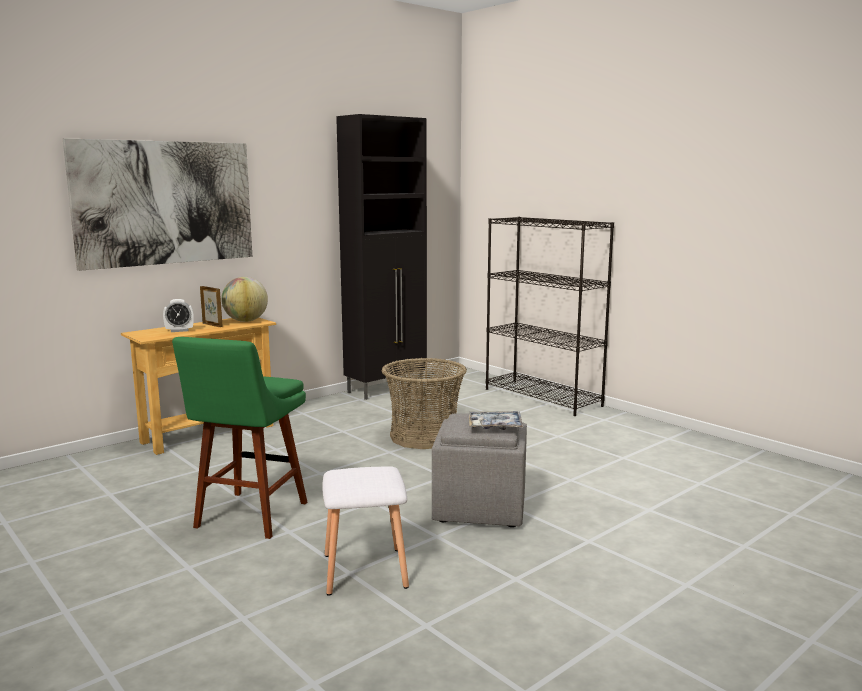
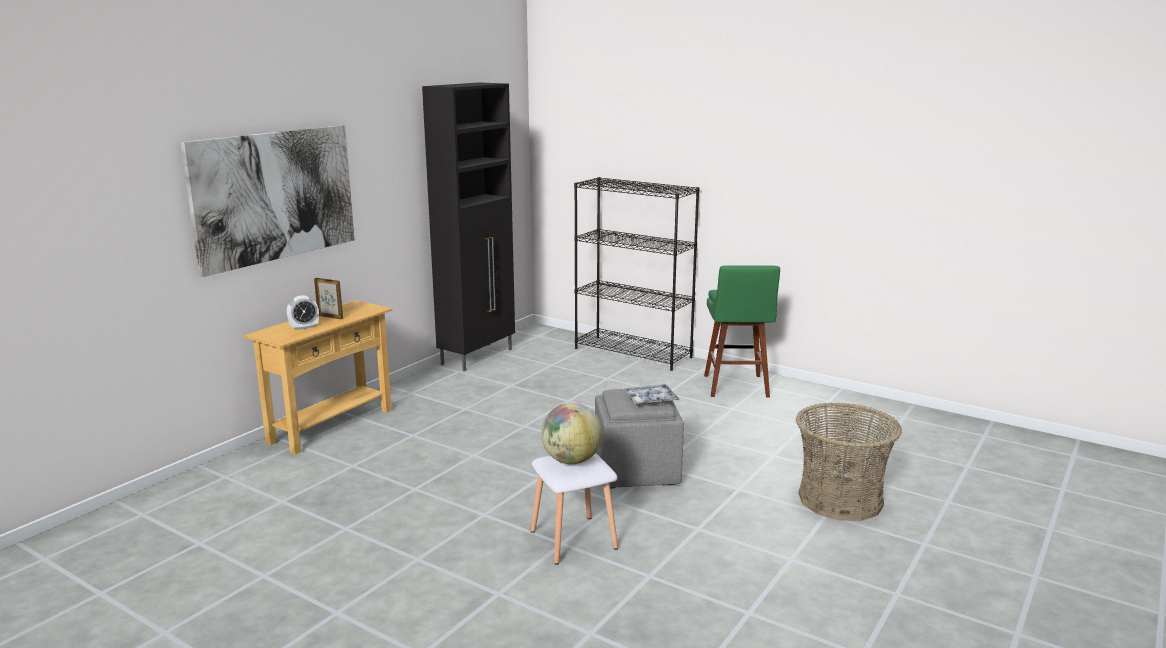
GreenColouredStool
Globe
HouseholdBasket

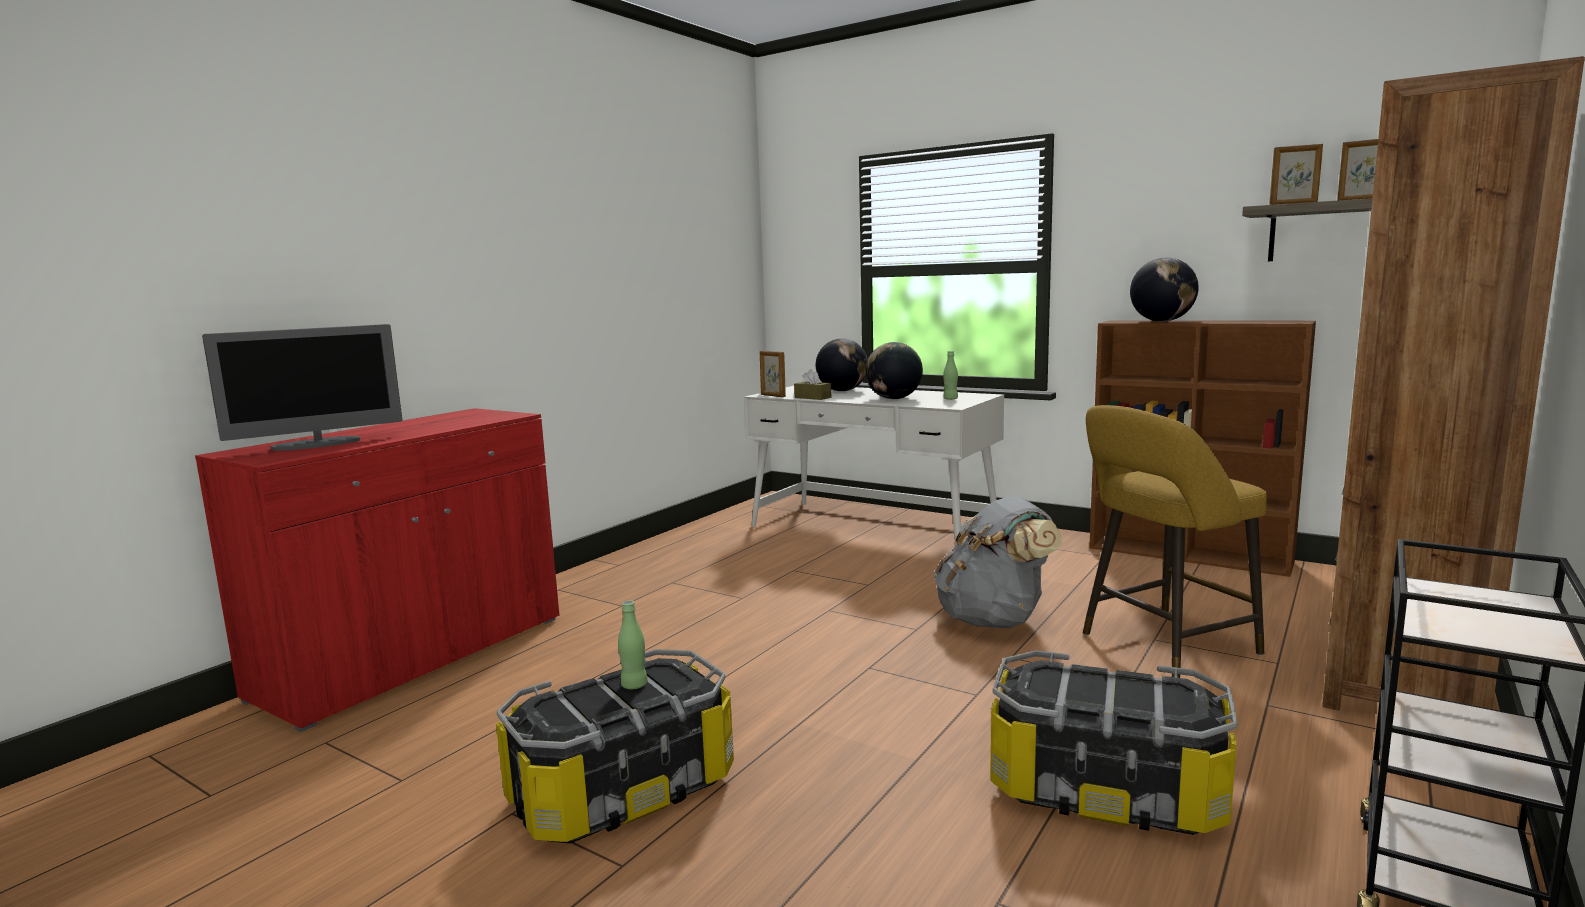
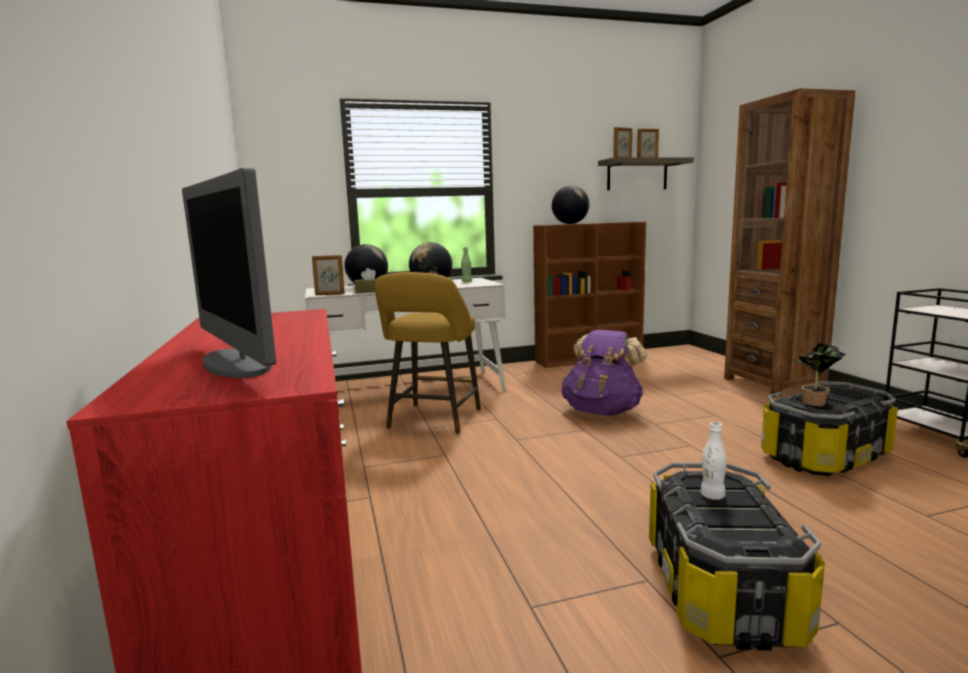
Monitor
WhiteBottle
PurpleColouredBackpack
YellowStool
PottedPlant

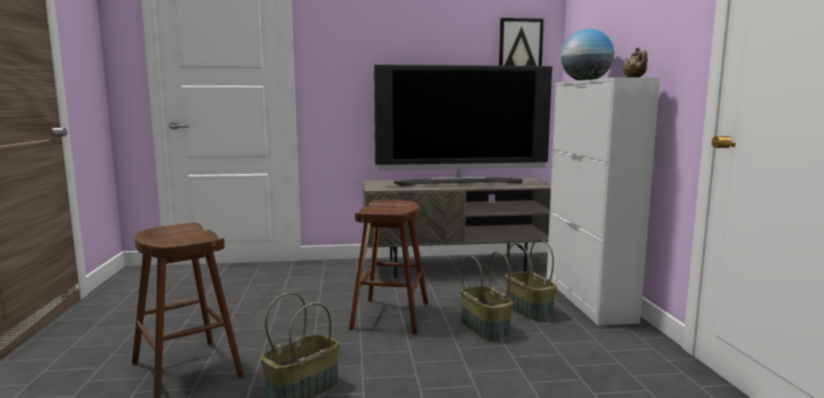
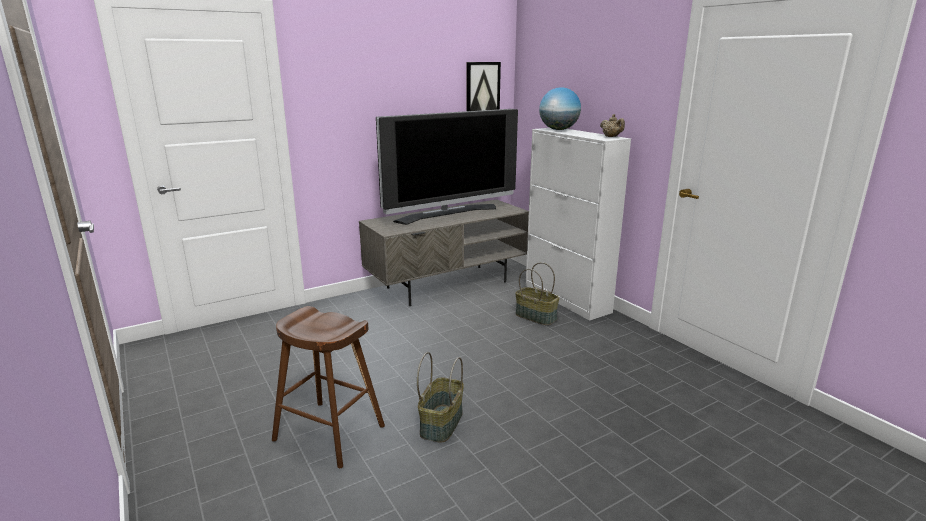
BrownColouredStool (no. 2 from left in the first image)
HouseholdBasket (no. 2 from left in the first image)

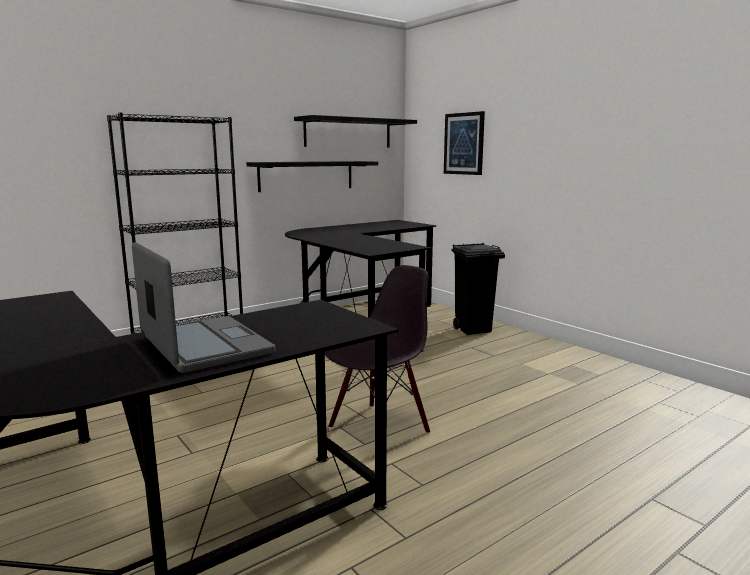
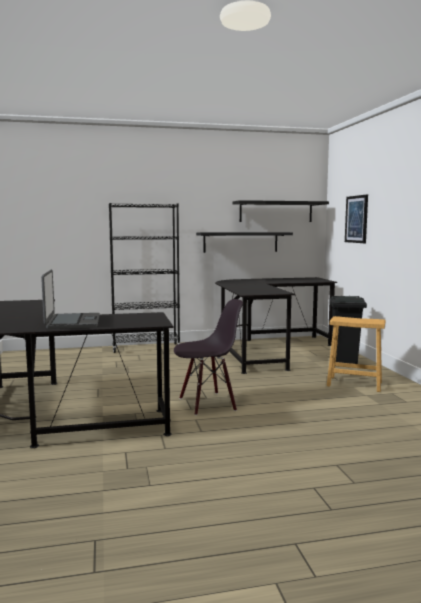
BrownColouredStool

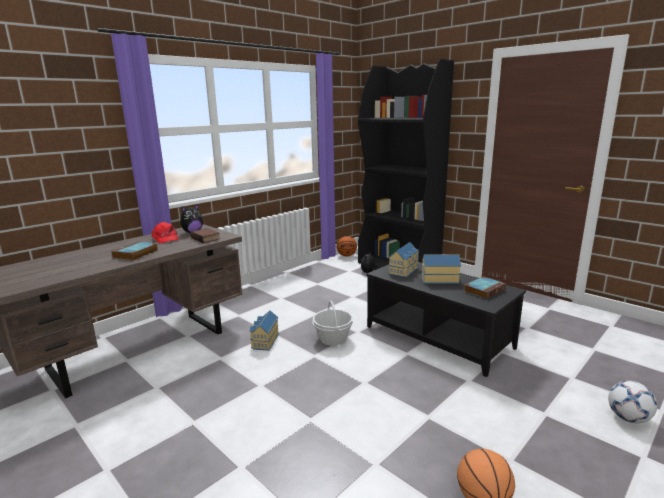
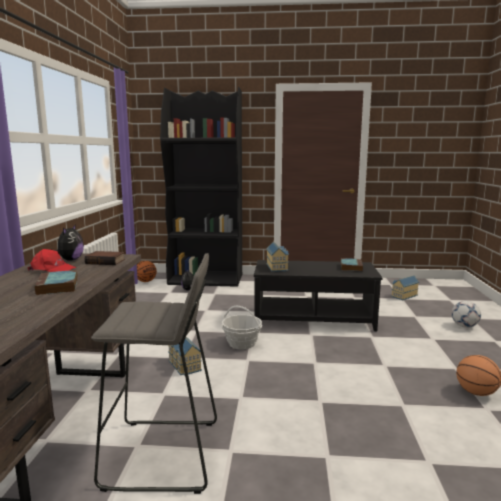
ModelHouse (no. 3 from left)
GreyishStool

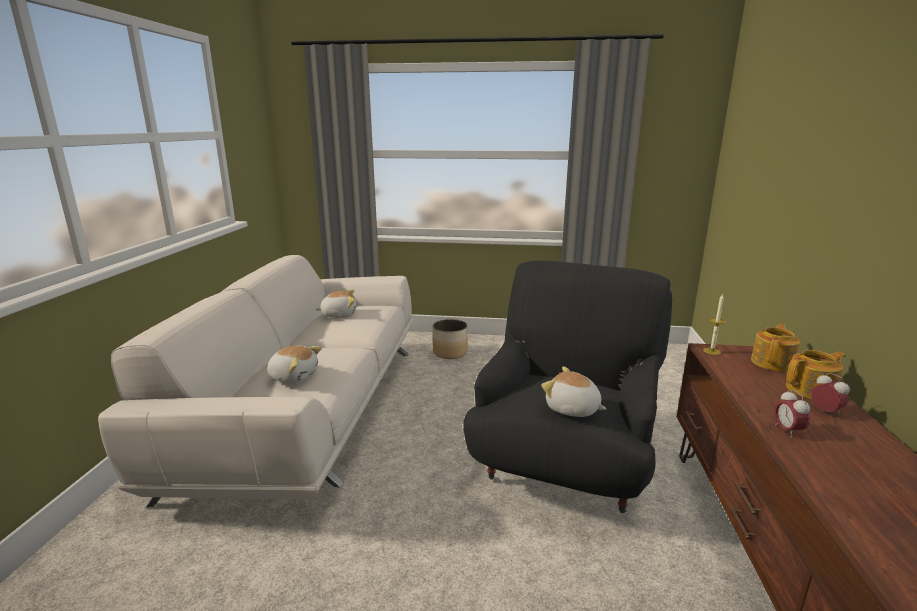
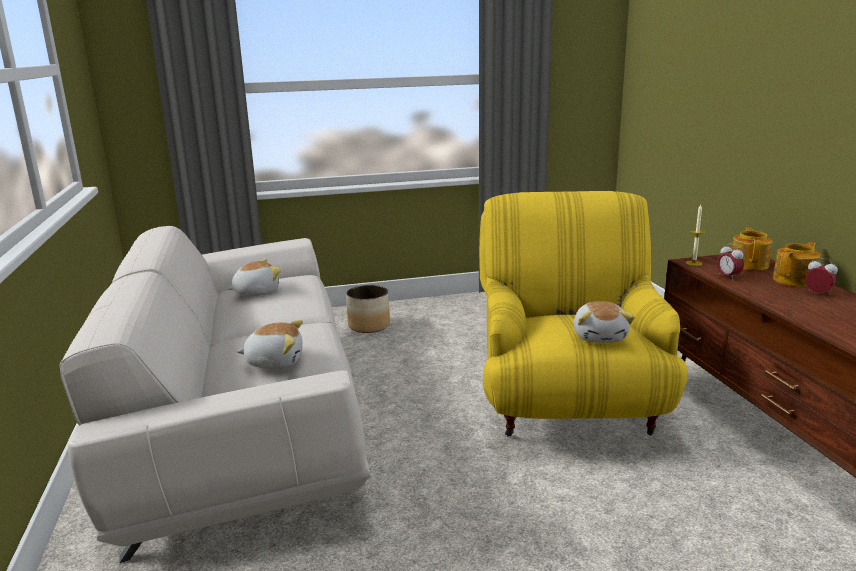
YellowArmchair
CuddlyToy (no. 3 from left)
TableClock (no. 1 from left)

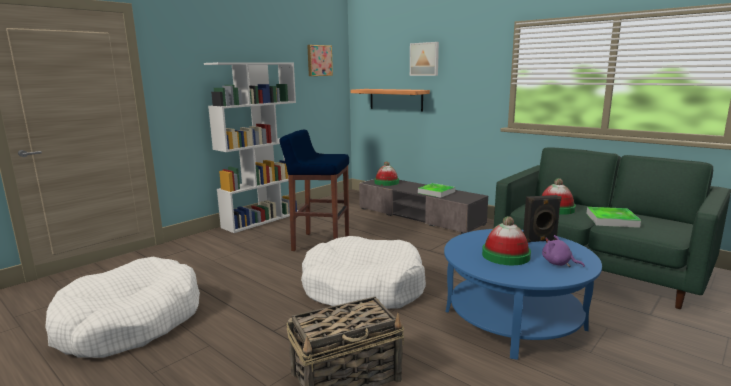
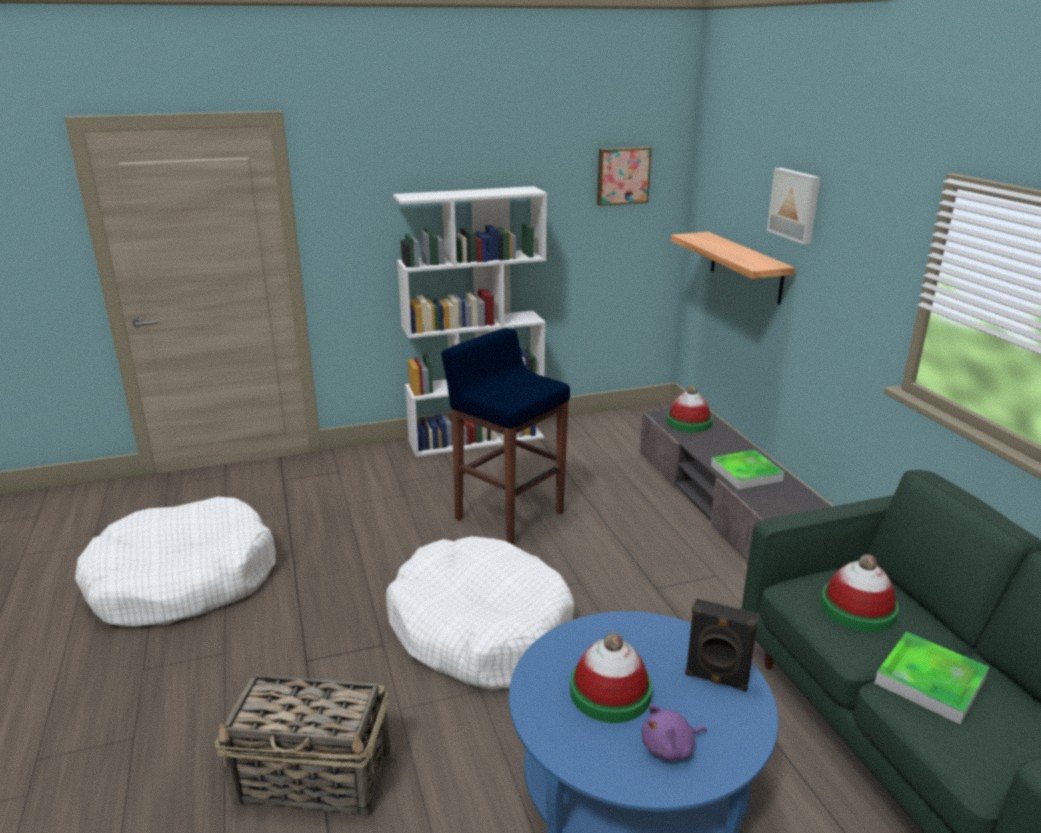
PurpleColouredCuddlyToy

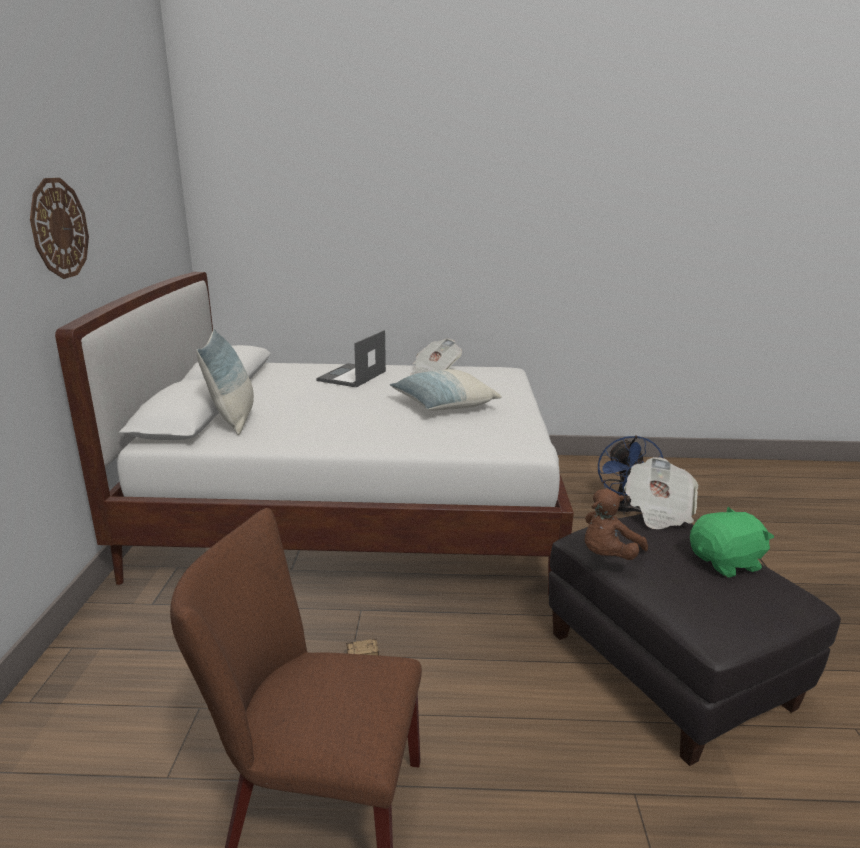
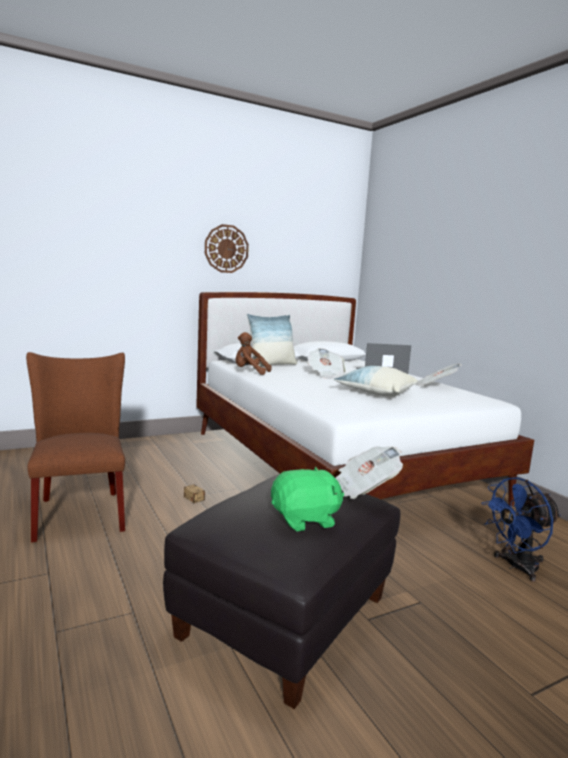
BrownColouredCuddlyToy
GreenColouredCuddlyToy
Newspaper (no. 1 from left)

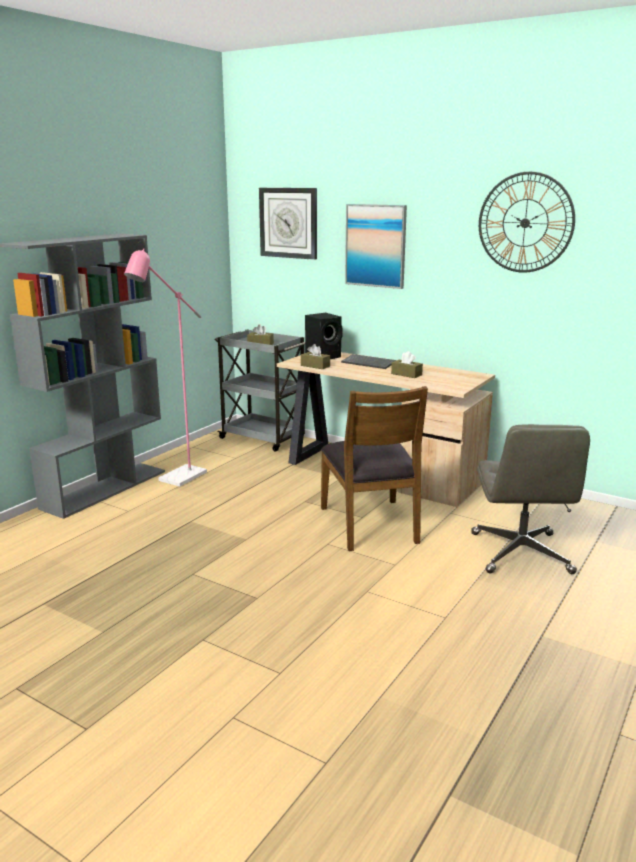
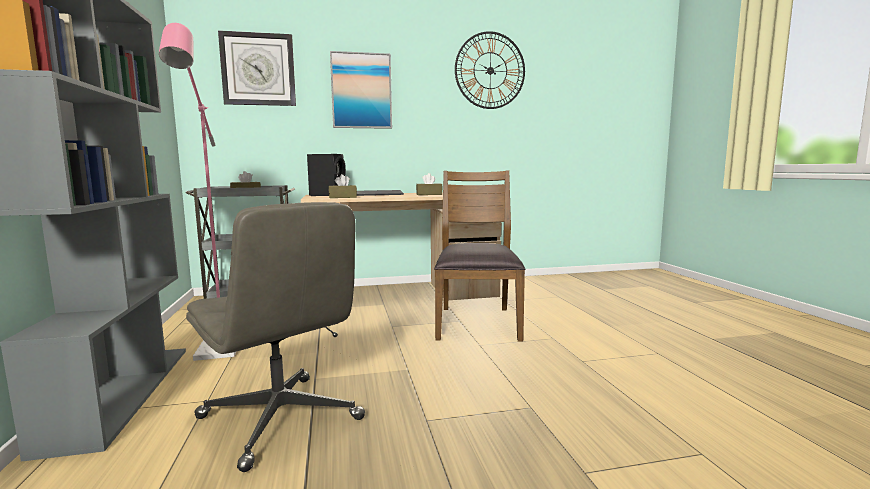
BrownColouredChair
GreyishOfficeChair

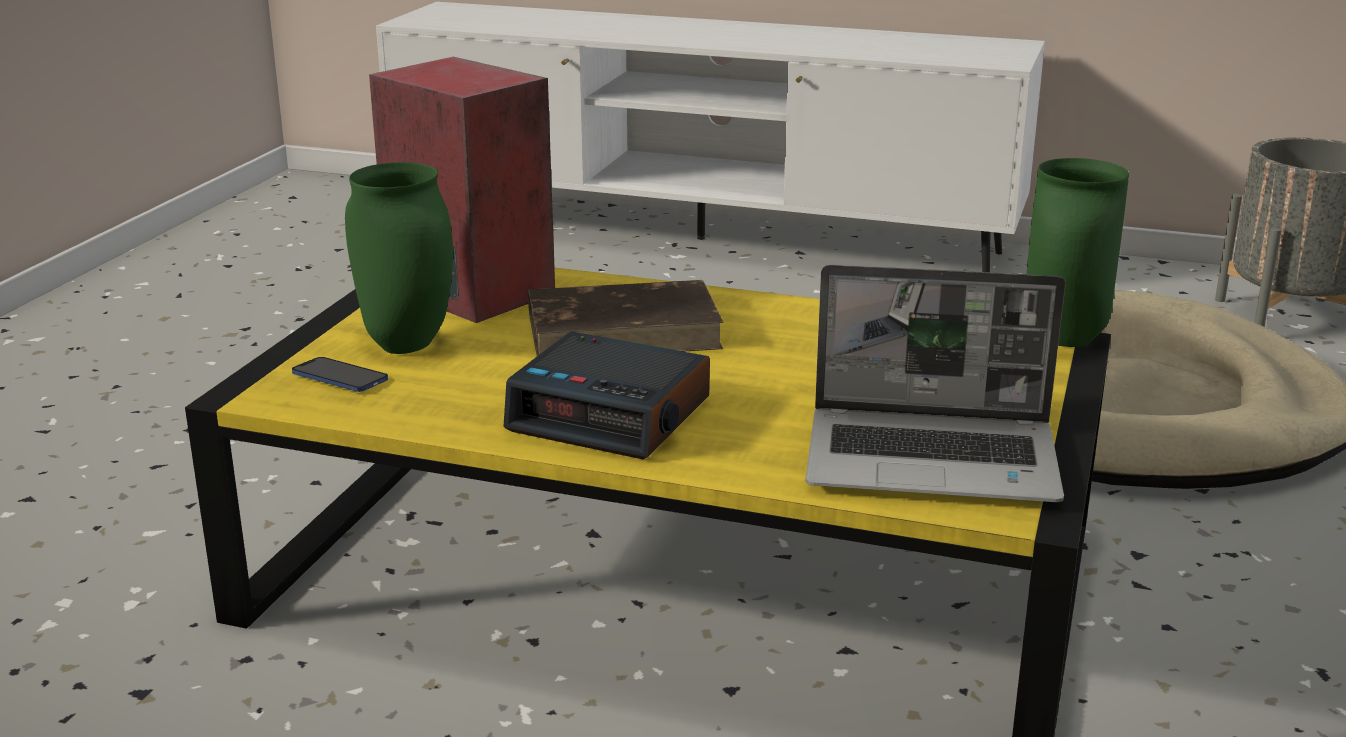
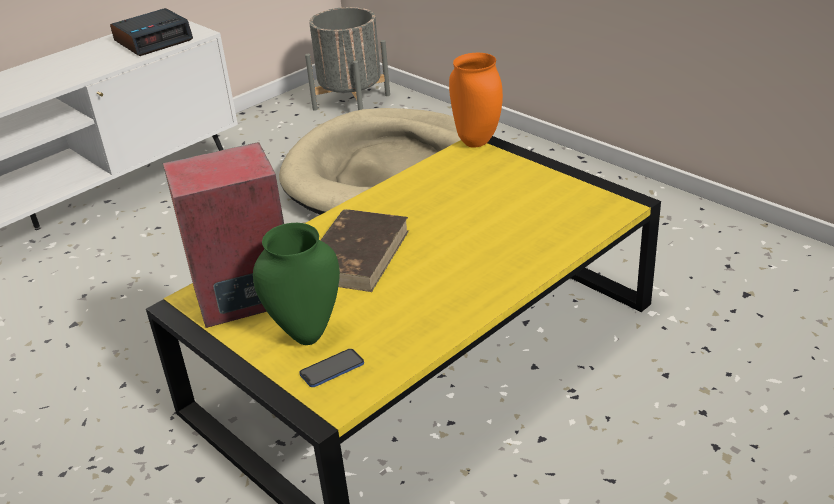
TableClock
PortableComputer
OrangeFlowerVase

